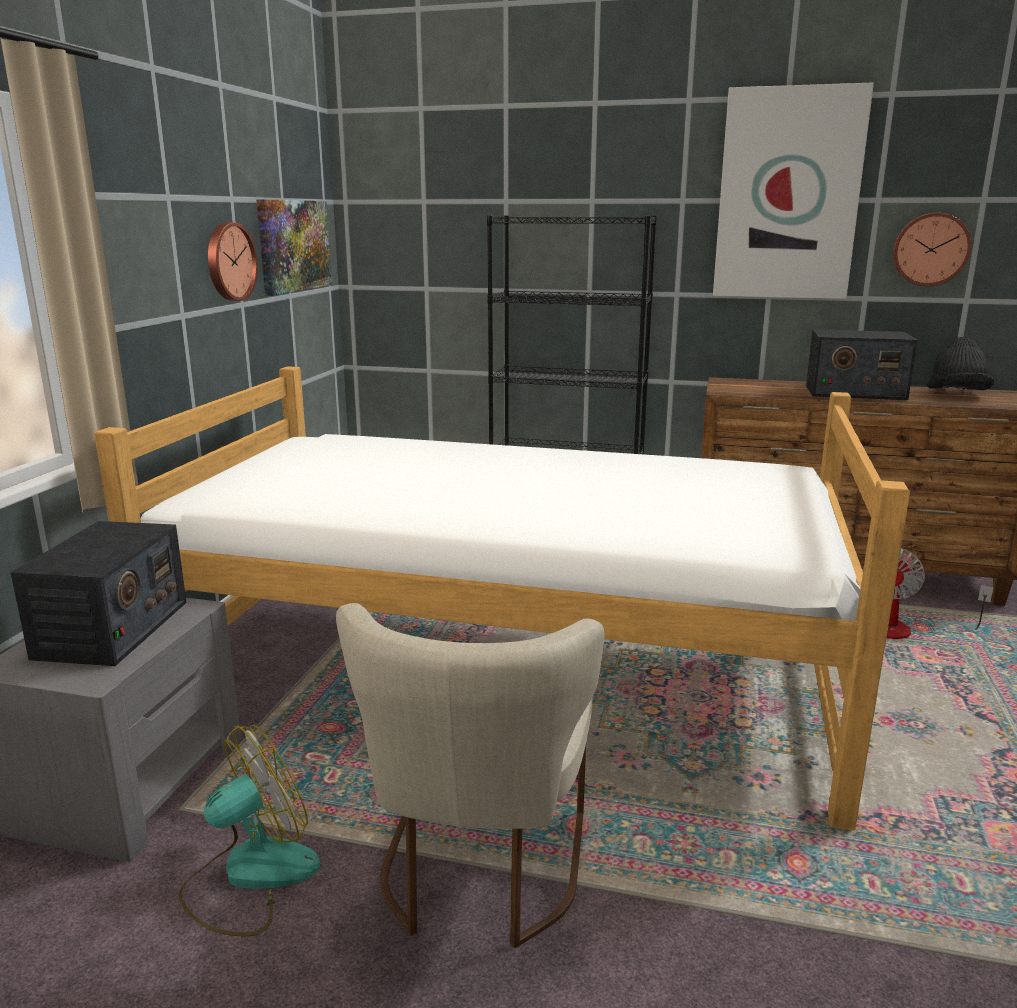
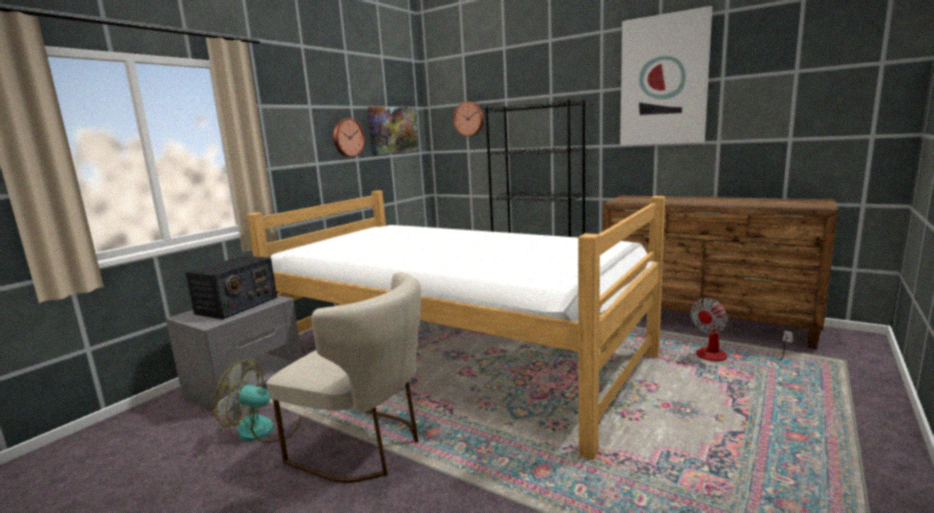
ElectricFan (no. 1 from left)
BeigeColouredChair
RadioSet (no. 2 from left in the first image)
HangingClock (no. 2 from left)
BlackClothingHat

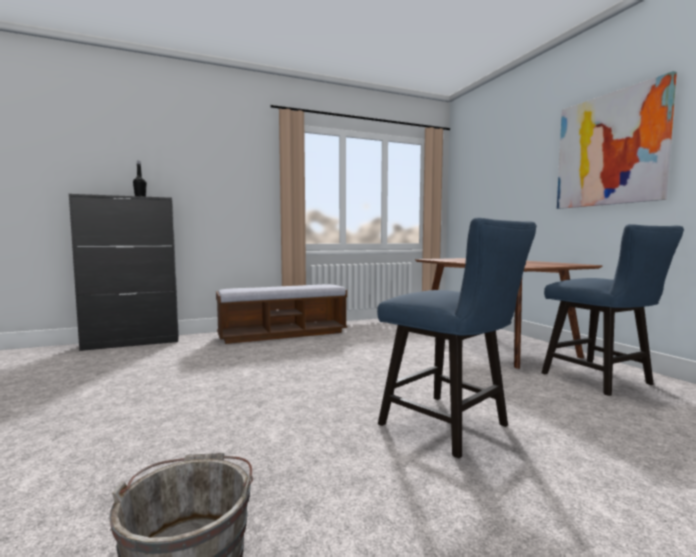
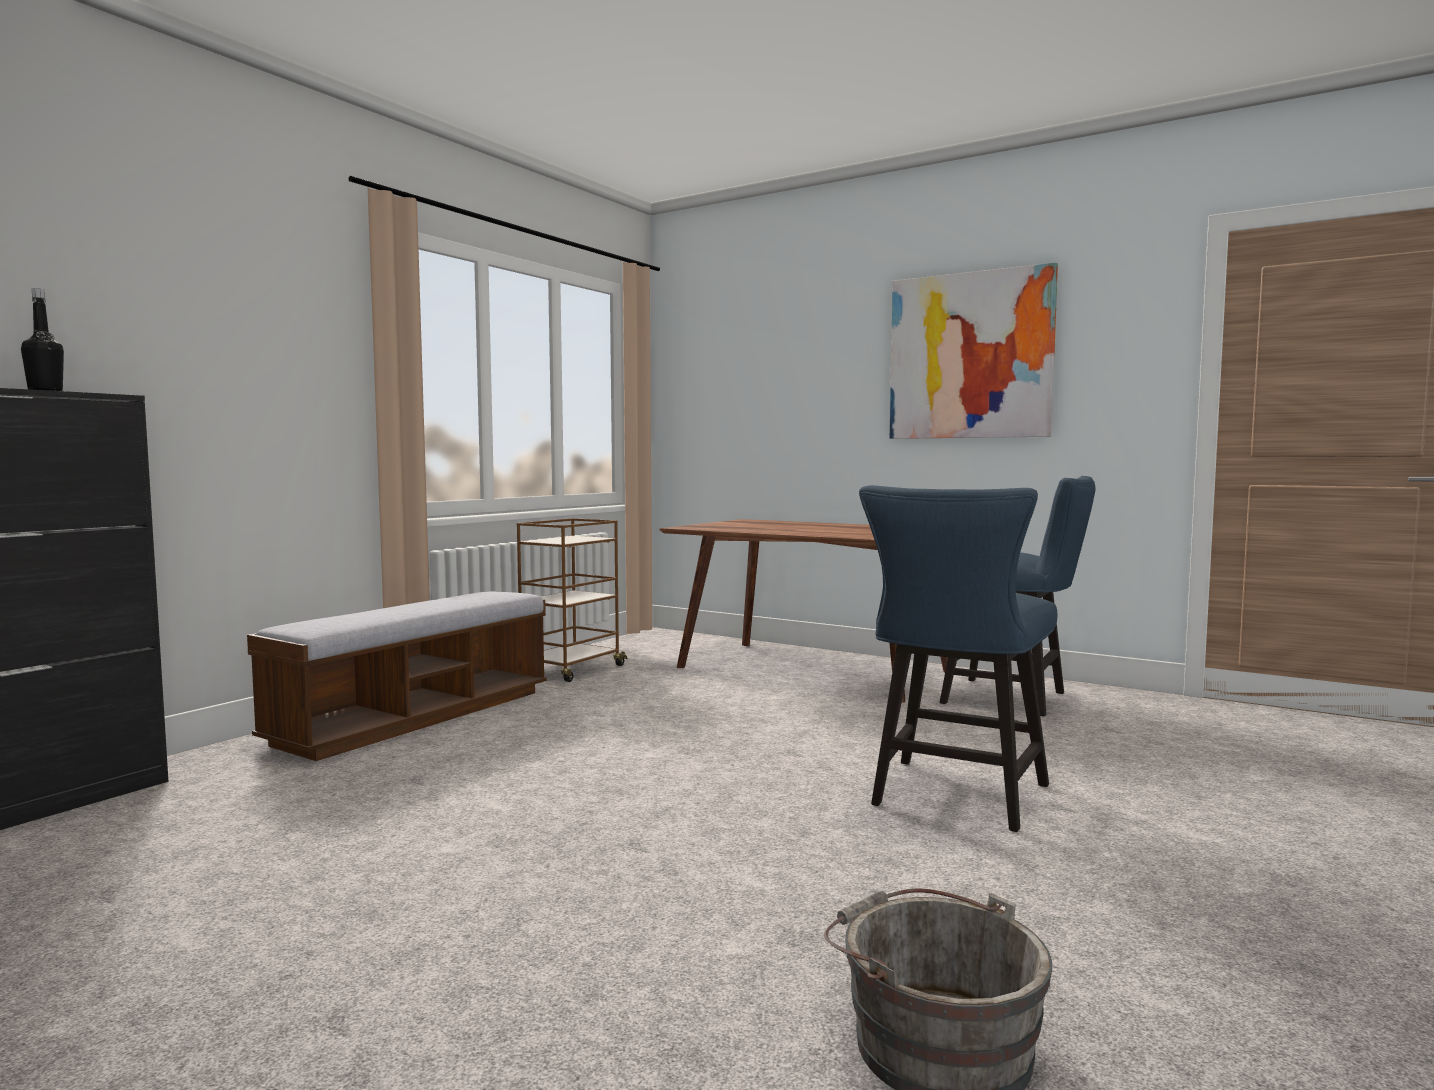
BlueColouredChair (no. 1 from left)
BrownColouredWheeledCart

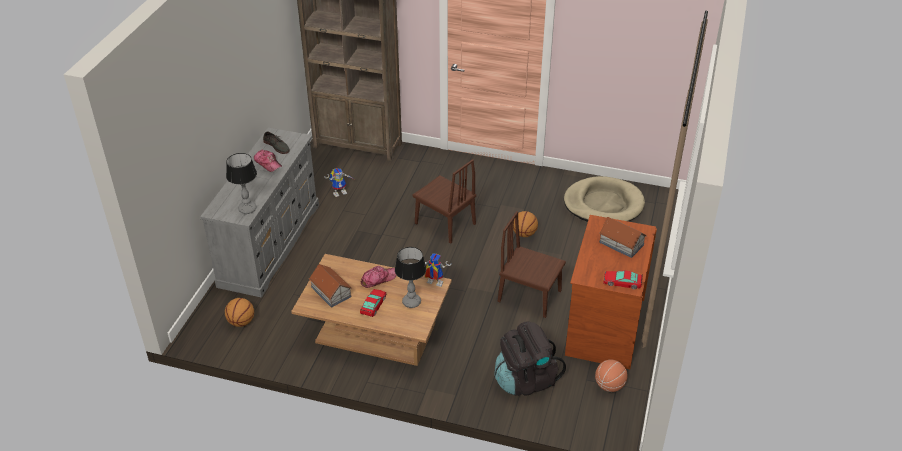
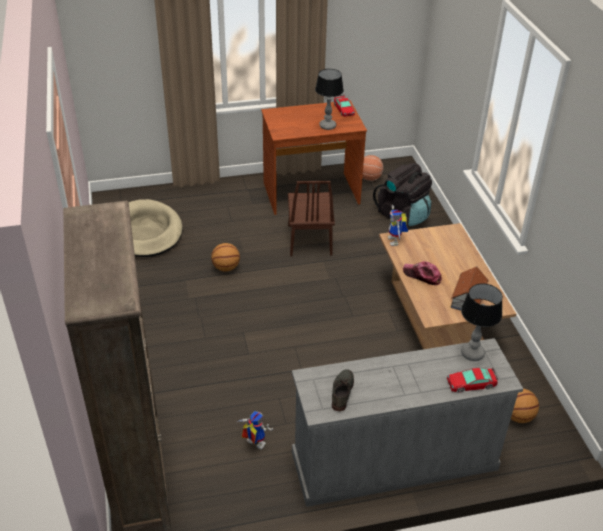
BaseballCap (no. 1 from left in the first image)
ModelCar (no. 2 from left)
TableLamp (no. 1 from left)
BrownColouredChair (no. 1 from left in the first image)
ModelHouse (no. 2 from left in the first image)

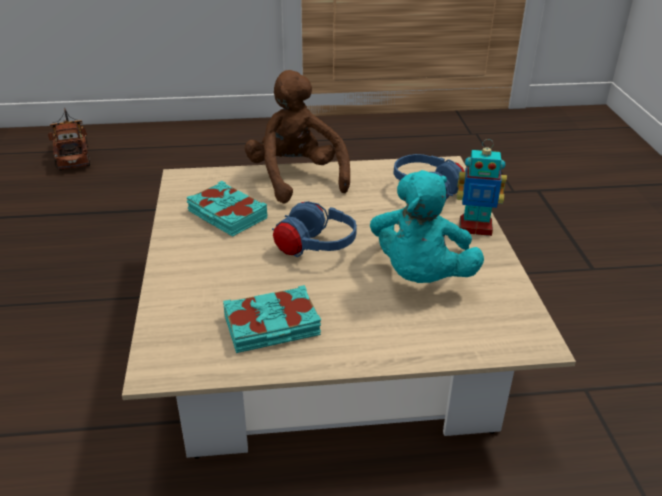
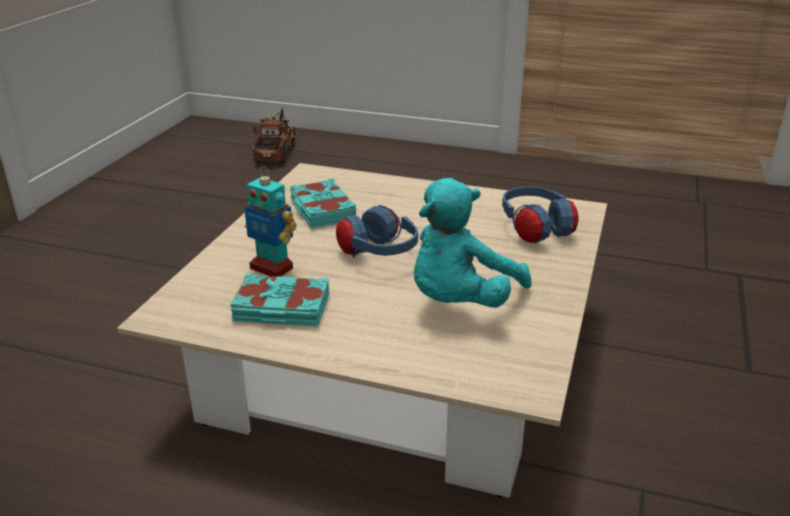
BrownColouredCuddlyToy
ToyRobot

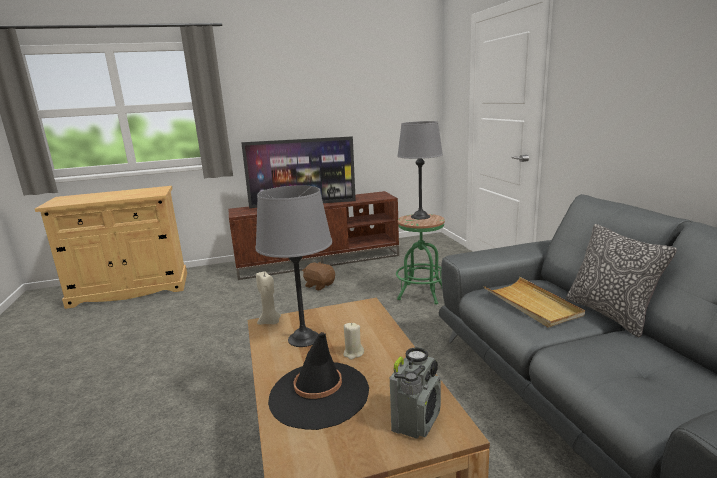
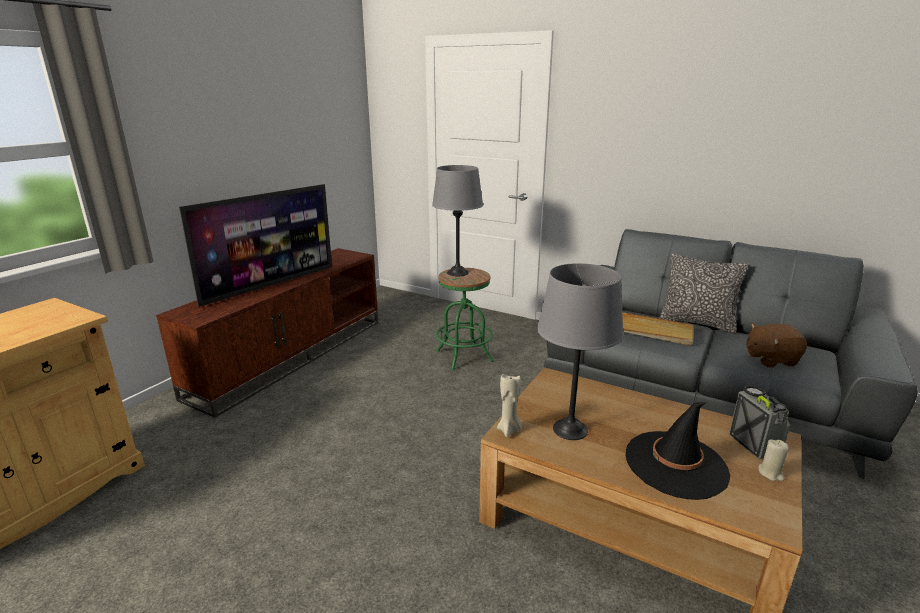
BrownColouredCuddlyToy
BeigeColouredWaxCandle (no. 2 from left)

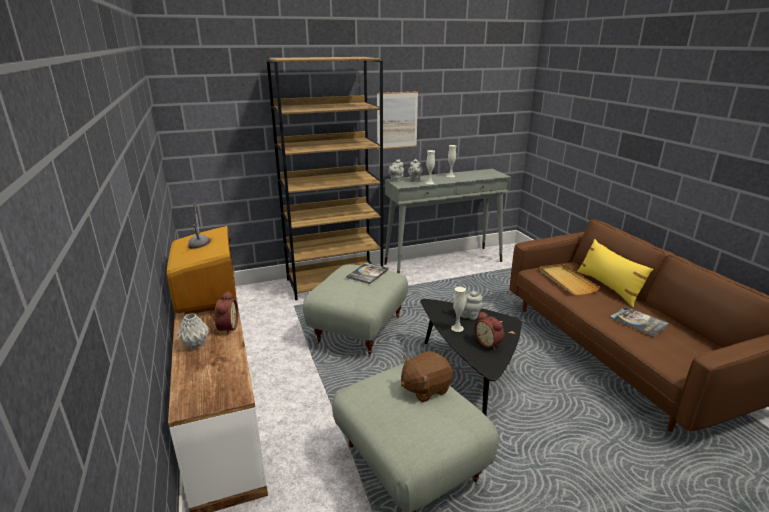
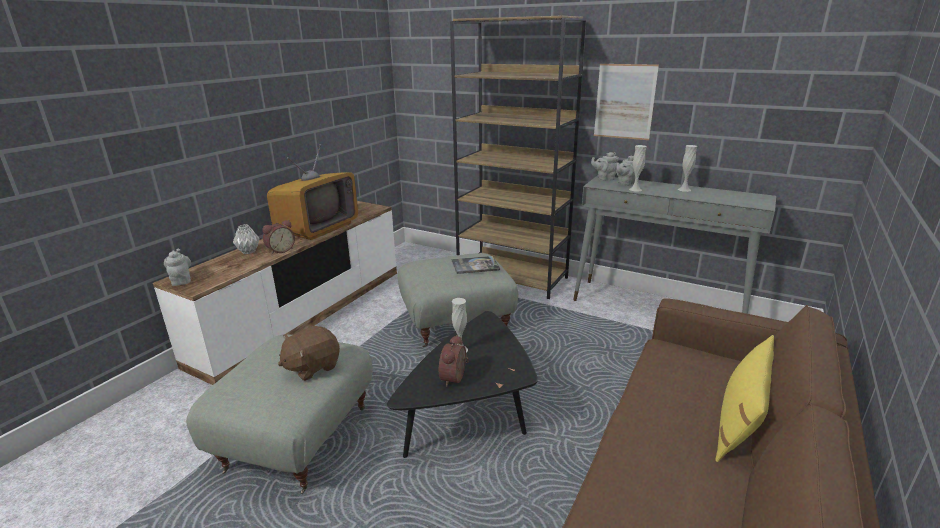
BrownColouredCuddlyToy
GreyishTeapot (no. 1 from left)
BeigeColouredCarryingTray
Book (no. 2 from left in the first image)

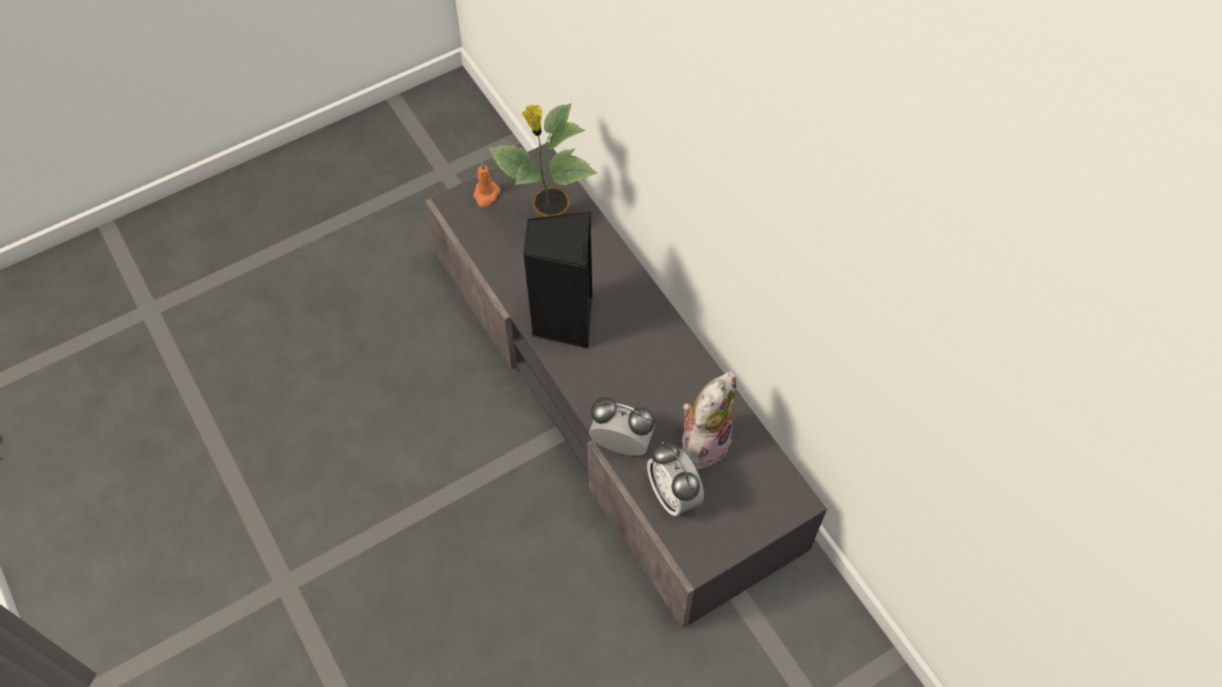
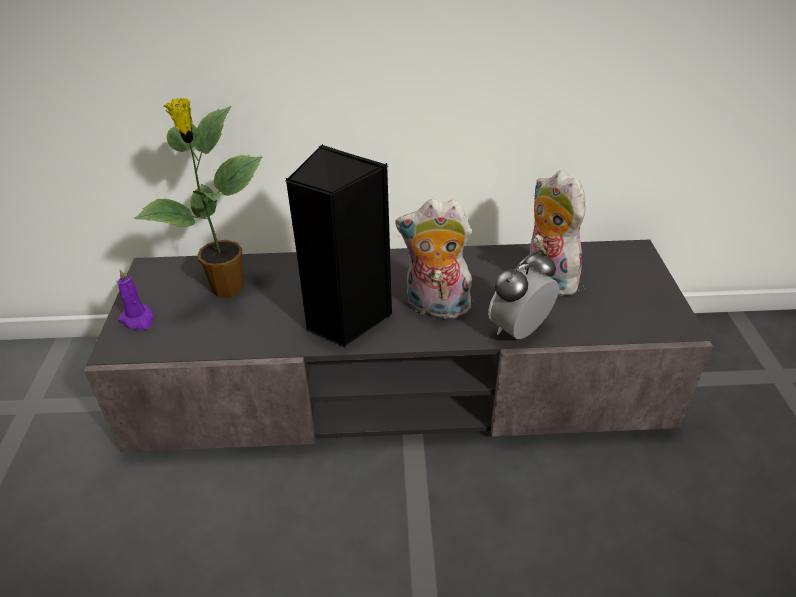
PurpleColouredWaxCandle
TableClock (no. 2 from left in the first image)
CuddlyToy (no. 1 from left)

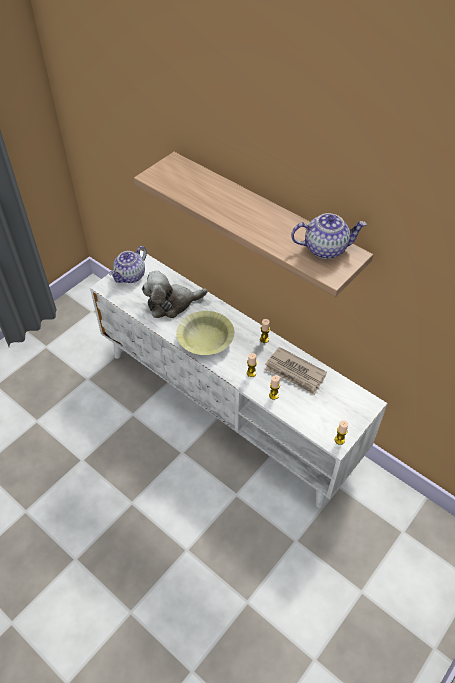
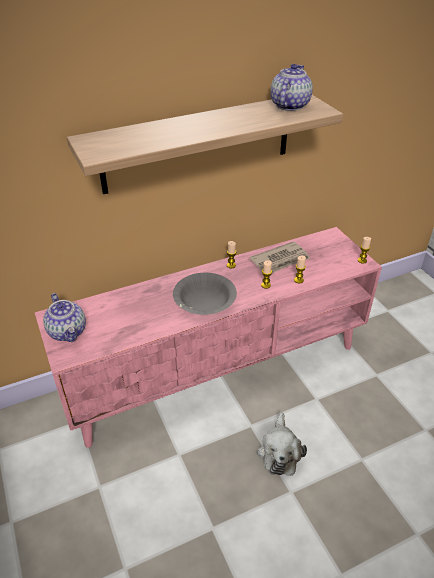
PinkColouredMediaConsole
CuddlyToy
GreyishServingBowl

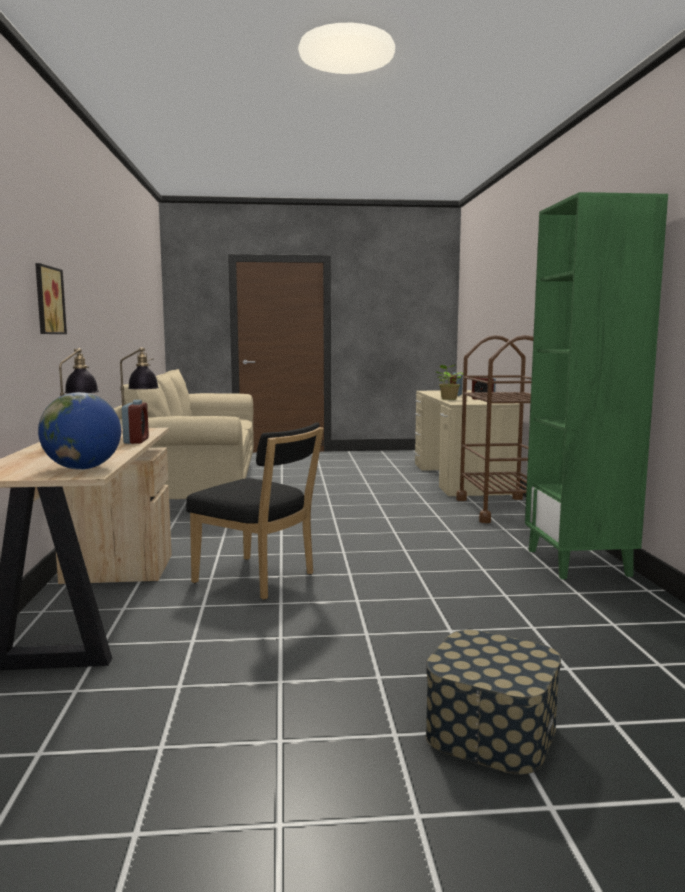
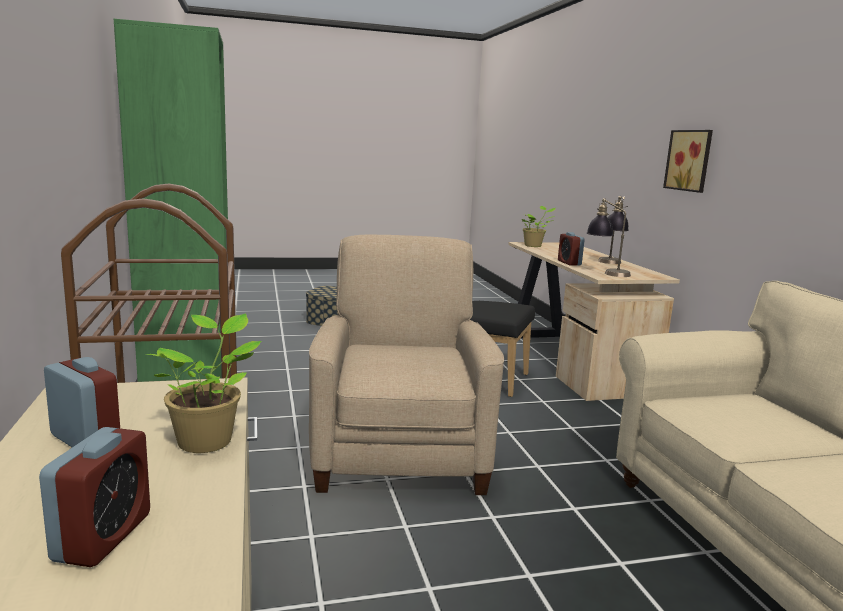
PottedPlant (no. 2 from left)
BeigeColouredArmchair

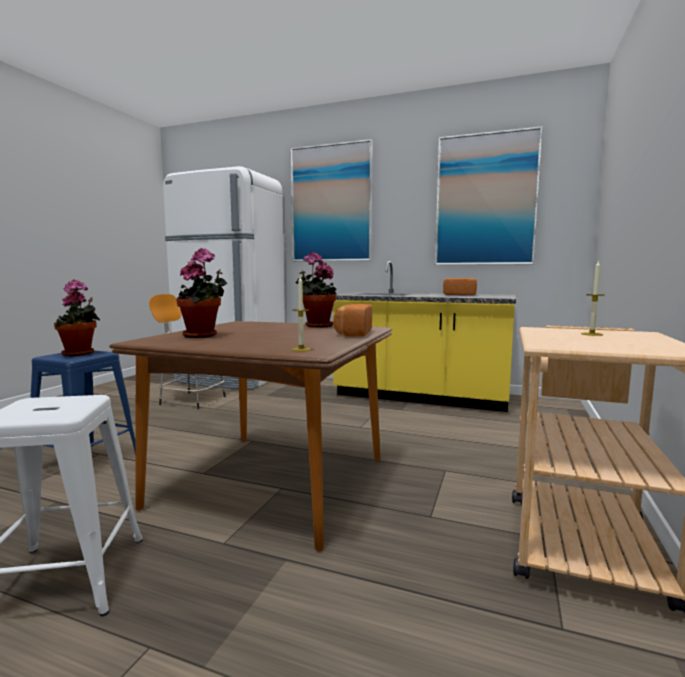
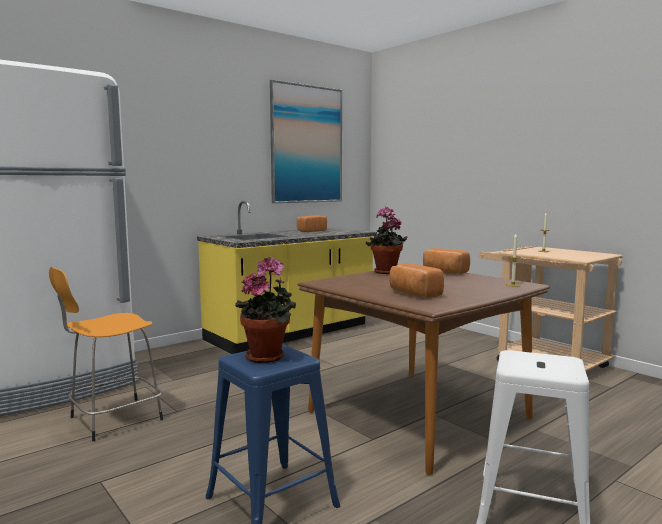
Bread (no. 2 from left)
WallPicture (no. 1 from left in the first image)

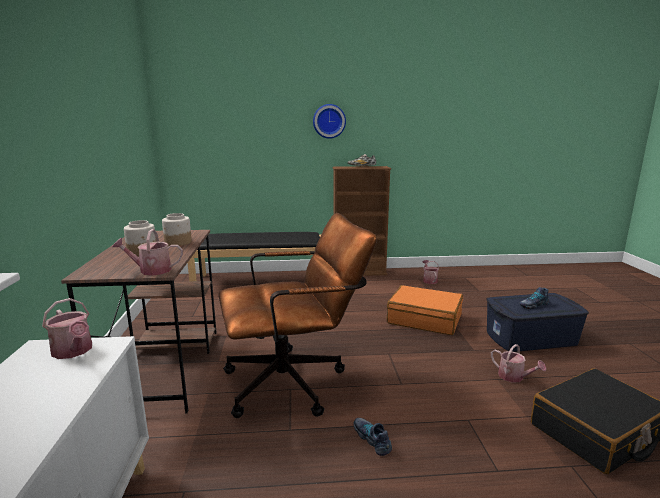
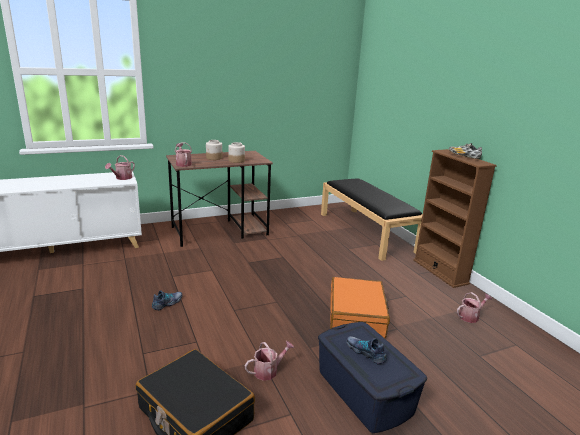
BrownColouredOfficeChair
HangingClock
WateringPot (no. 3 from left)

